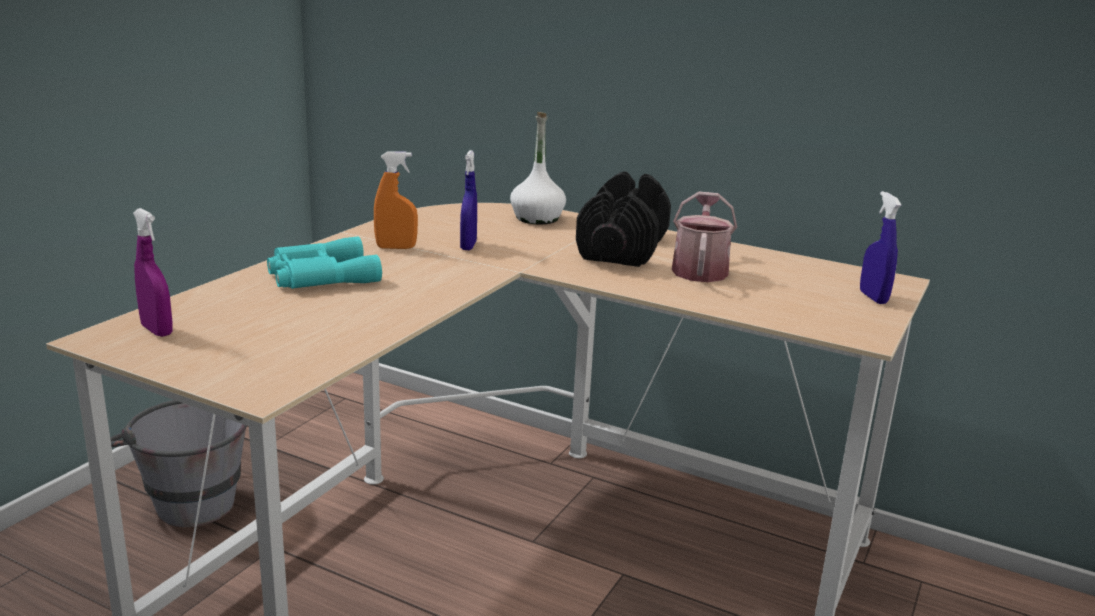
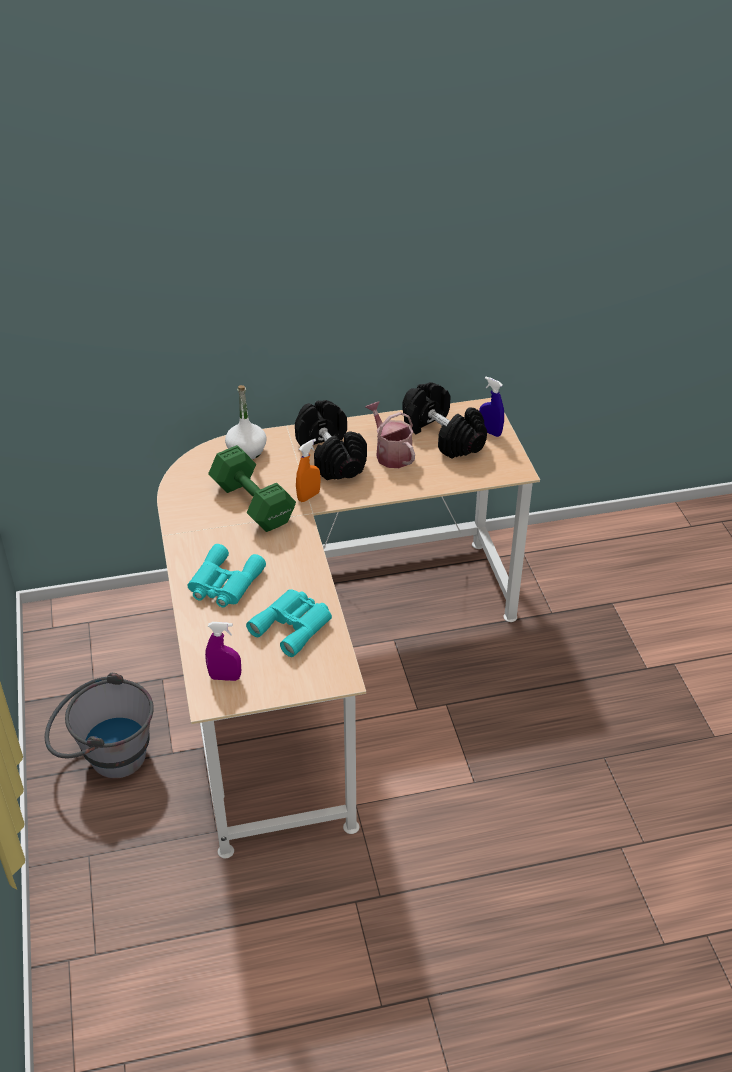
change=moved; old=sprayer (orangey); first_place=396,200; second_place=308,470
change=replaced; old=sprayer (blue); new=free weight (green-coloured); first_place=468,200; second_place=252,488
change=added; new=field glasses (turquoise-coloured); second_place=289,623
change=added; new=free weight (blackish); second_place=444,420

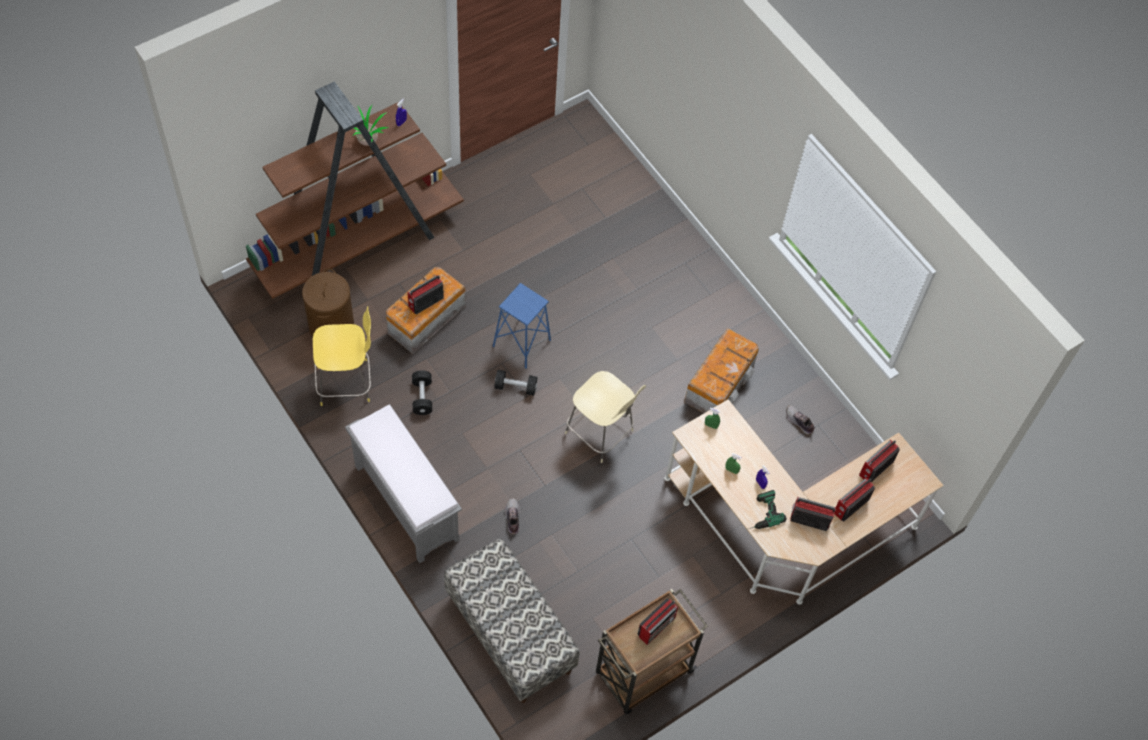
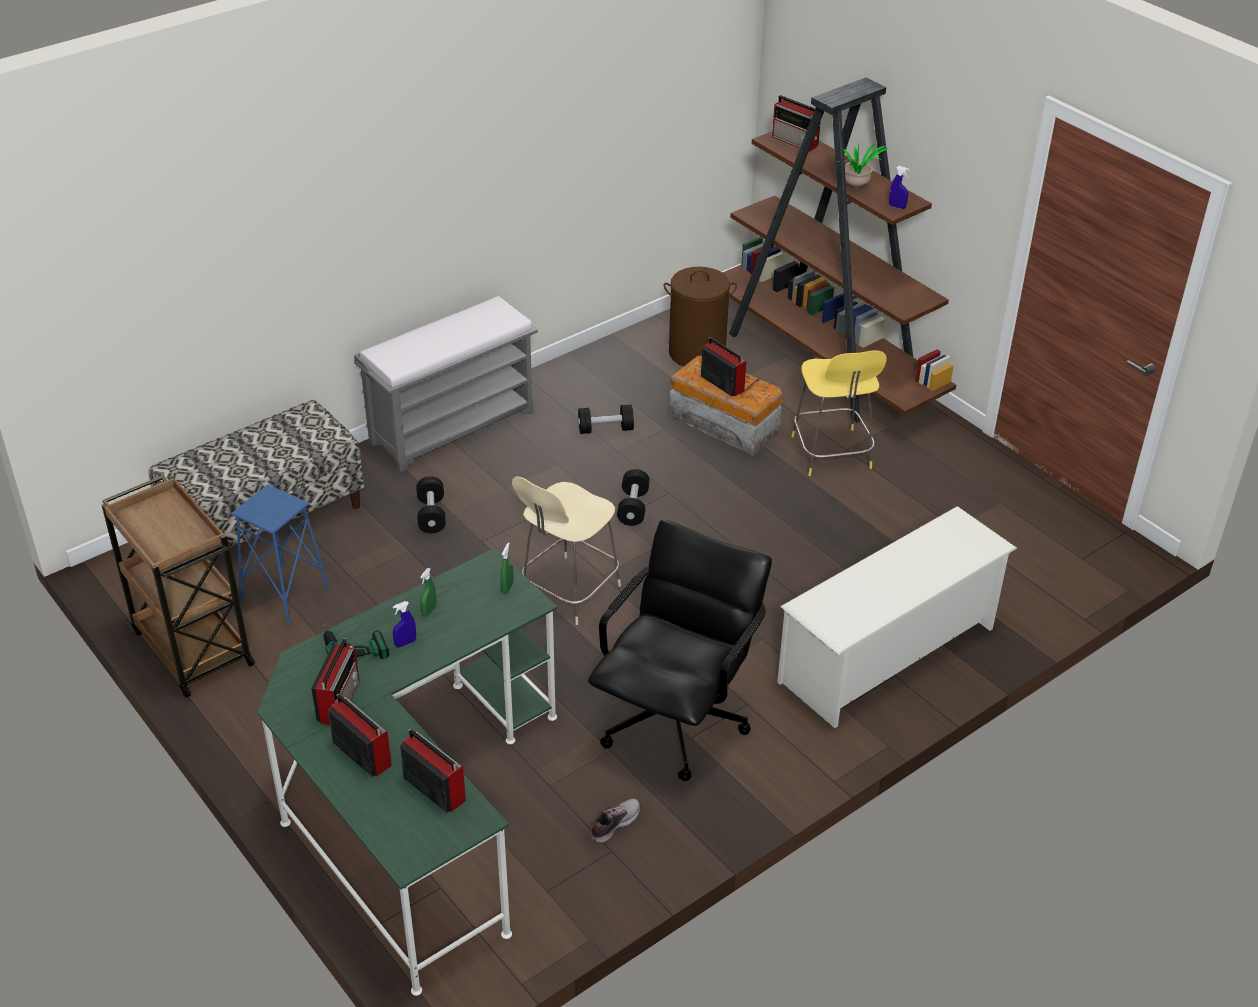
change=moved; old=stool (yellow); first_place=342,356; second_place=839,413
change=moved; old=stool (blue); first_place=522,326; second_place=280,554
change=replaced; old=low shoe; new=free weight (blackish); first_place=512,516; second_place=431,504
change=moved; old=radio receiver; first_place=658,621; second_place=796,123
change=recoloured; old=desk unit (beige-coloured); new=desk unit (green-coloured); first_place=804,502; second_place=407,772
change=replaced; old=storage bin; new=desk chair (blackish); first_place=721,370; second_place=680,650
change=added; new=shoe shelf (white-coloured); second_place=897,617

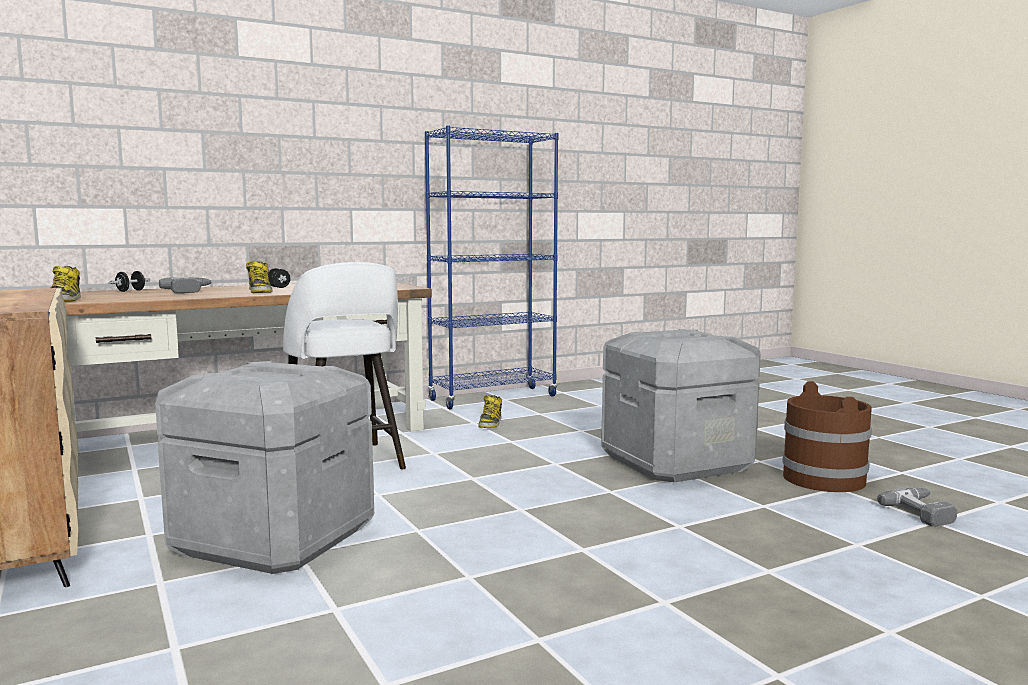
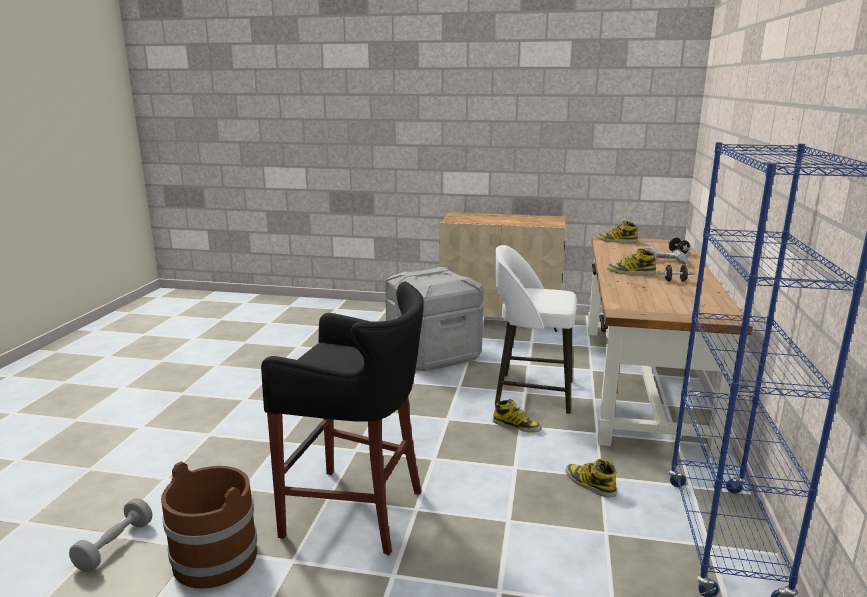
change=replaced; old=storage bin (gray); new=stool (blackish); first_place=681,405; second_place=342,418
change=replaced; old=drill; new=free weight (gray); first_place=917,507; second_place=110,535
change=added; new=high-top boot; second_place=517,416

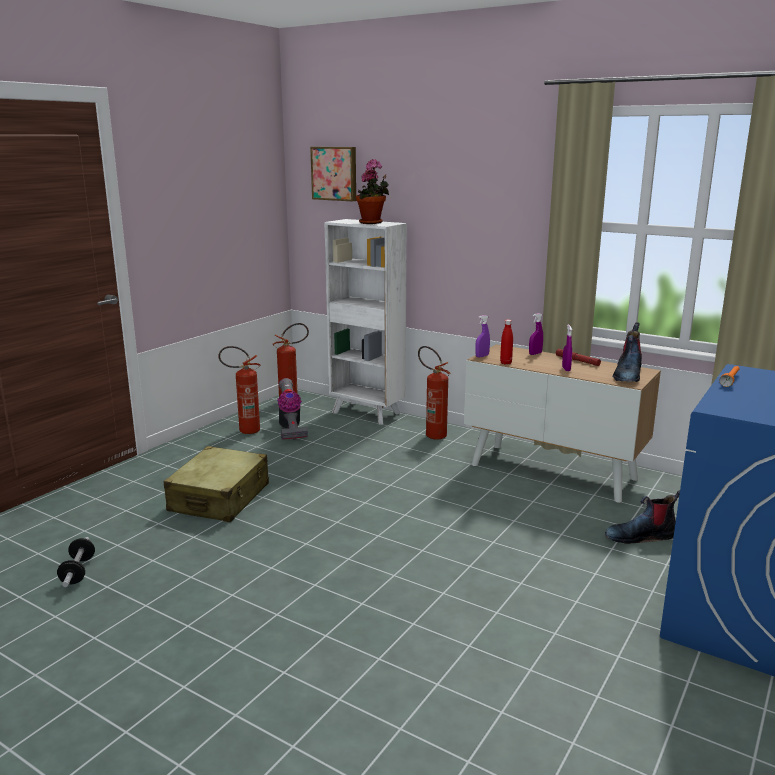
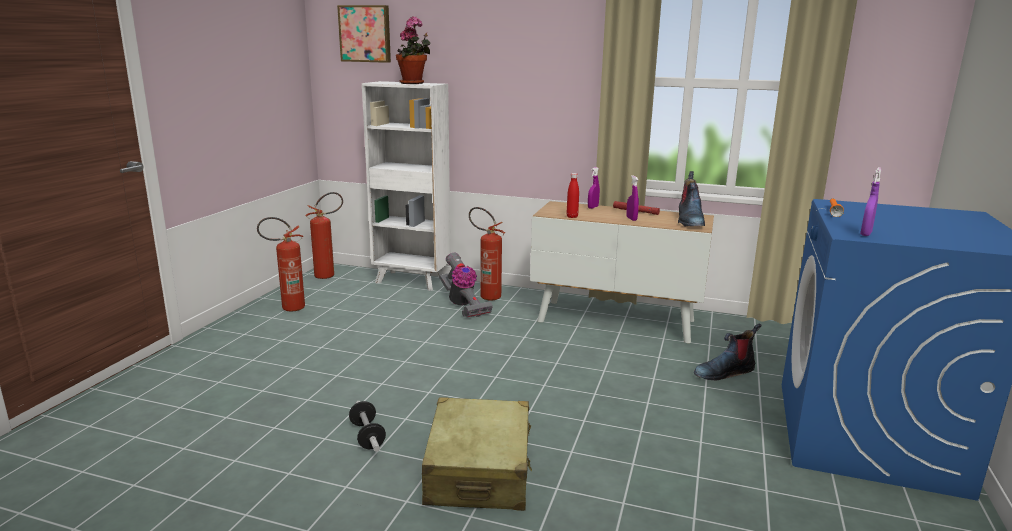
change=moved; old=free weight; first_place=76,562; second_place=367,426
change=moved; old=suitcase (beige-coloured); first_place=216,484; second_place=477,454
change=moved; old=vacuum; first_place=292,409; second_place=466,285
change=moved; old=sprayer (purple-coloured); first_place=482,336; second_place=870,201

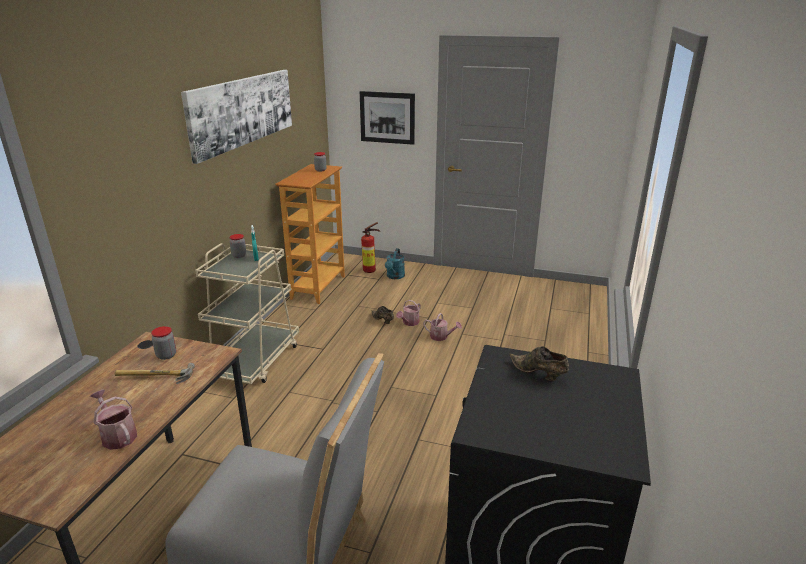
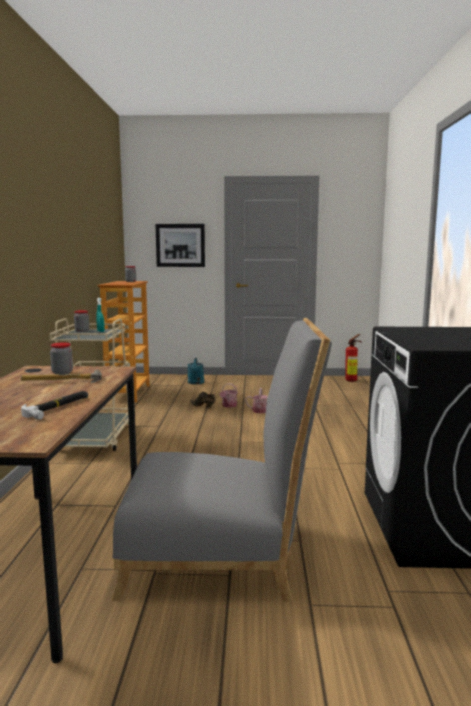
change=replaced; old=sprinkling can; new=hand hammer; first_place=113,420; second_place=54,405
change=removed; old=wall picture; first_place=236,117
change=moved; old=fire-fighting cylinder; first_place=370,247; second_place=353,358
change=removed; old=low shoe (brown-coloured); first_place=539,363

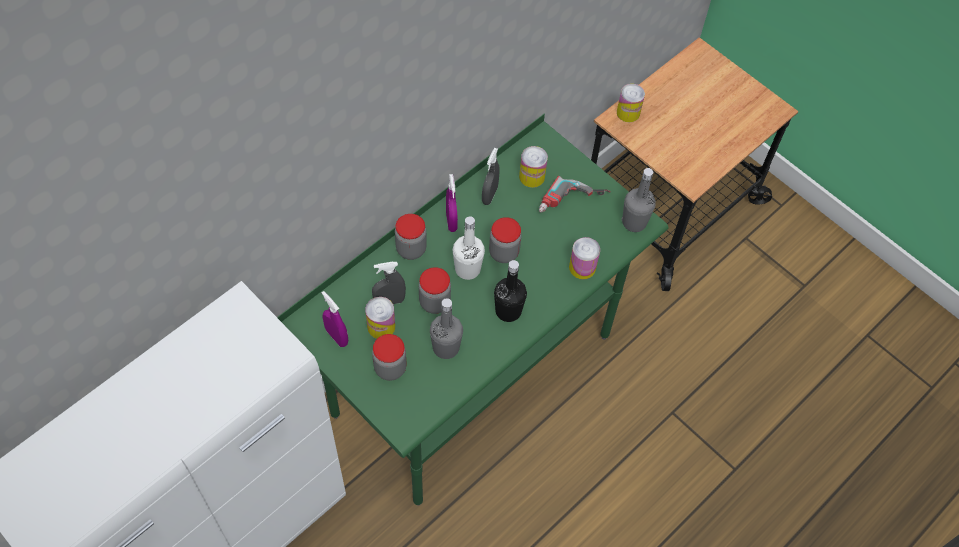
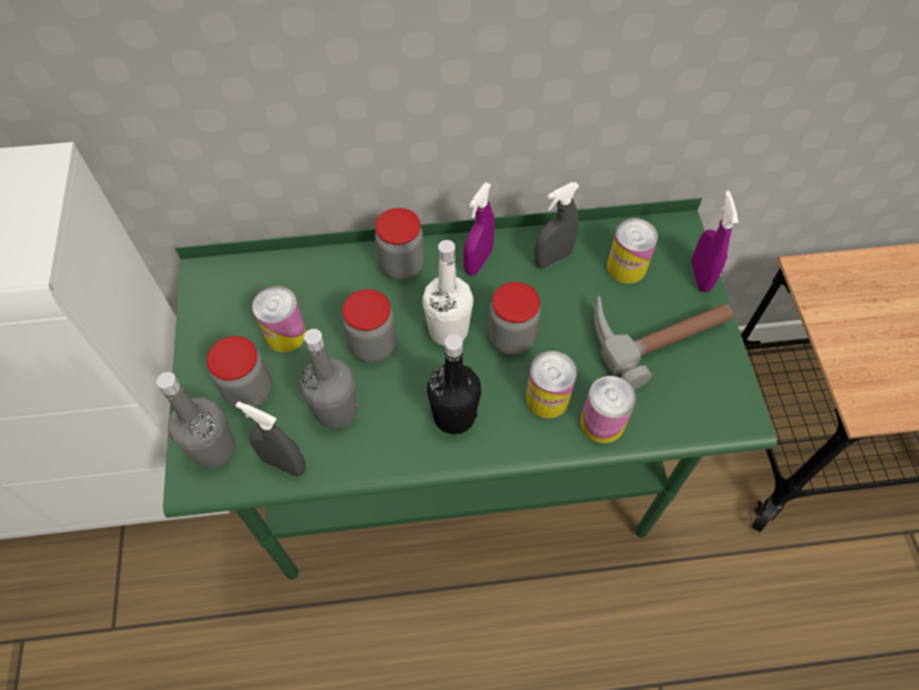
change=moved; old=sprayer (purple-coloured); first_place=335,319; second_place=714,241
change=moved; old=sprayer (gray); first_place=389,283; second_place=271,439
change=replaced; old=drill; new=hand hammer; first_place=574,194; second_place=663,343
change=moved; old=can; first_place=631,103; second_place=551,384
change=moved; old=bottle (gray); first_place=639,200; second_place=196,420

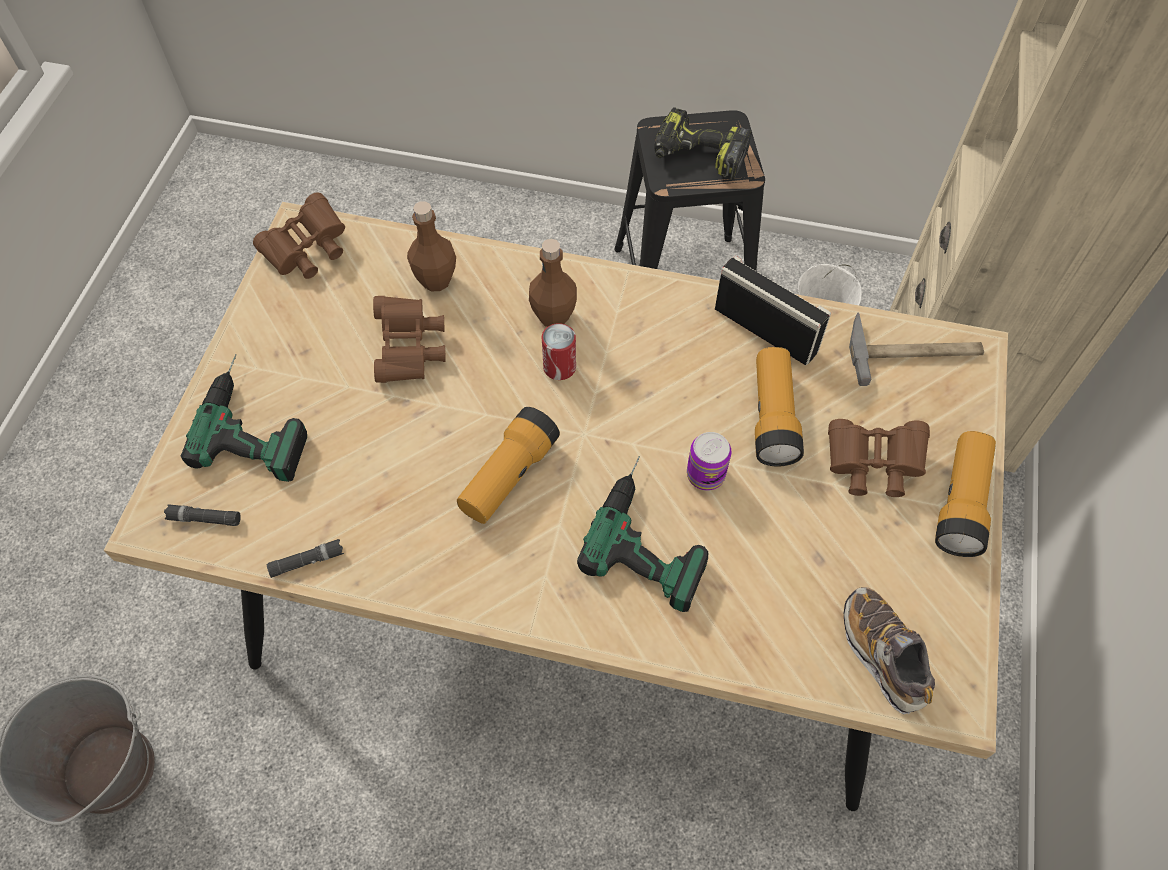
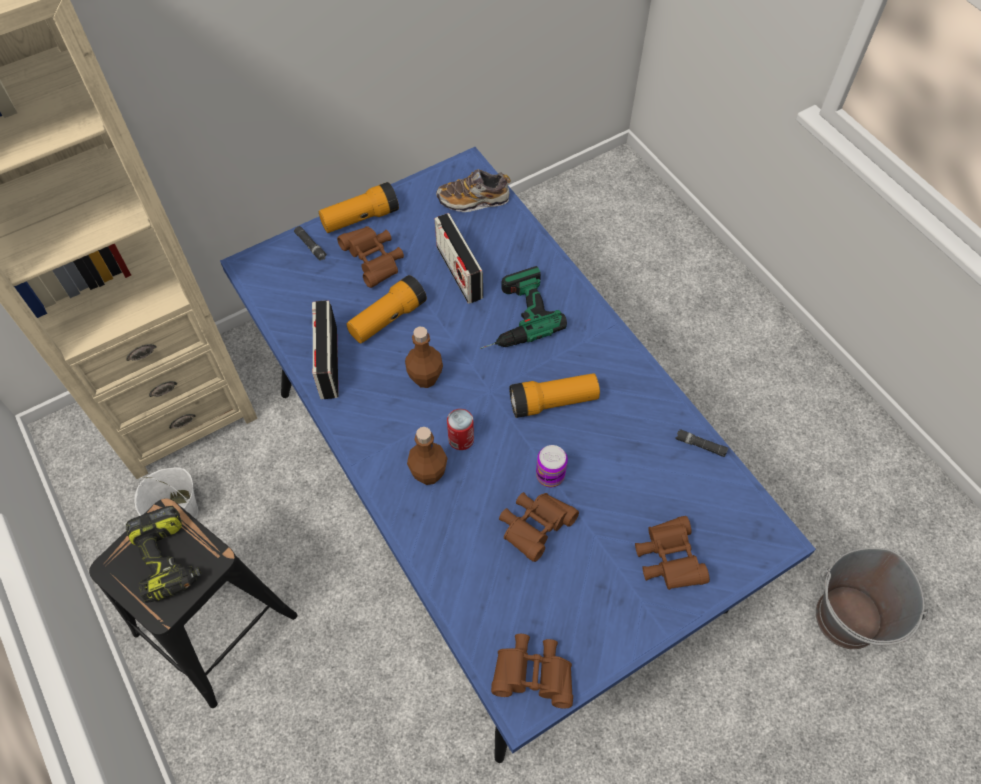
change=recoloured; old=kitchen table (beige-coloured); new=kitchen table (blue); first_place=556,506; second_place=518,455
change=moved; old=hand torch (blackish); first_place=202,515; second_place=310,243
change=replaced; old=drill; new=field glasses (brown-coloured); first_place=244,418; second_place=672,553
change=moved; old=bottle (brown-coloured); first_place=431,246; second_place=424,357
change=moved; old=can; first_place=709,461; second_place=552,466
change=turned; old=low shoe; first_place=889,650; second_place=473,190; degrees=60
change=removed; old=hand hammer; first_place=916,349
change=added; new=radio receiver; second_place=459,258

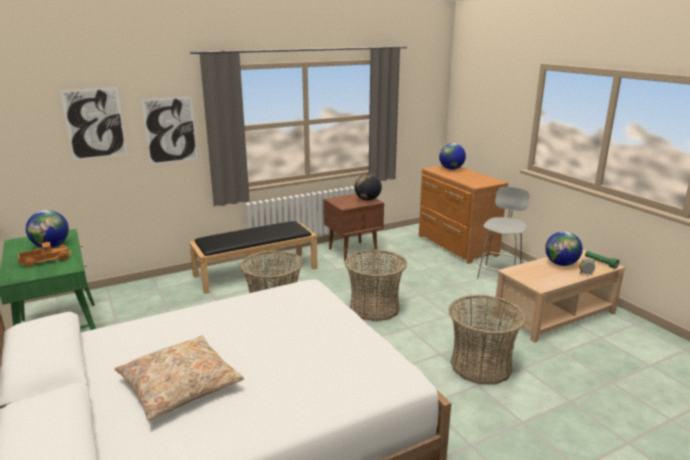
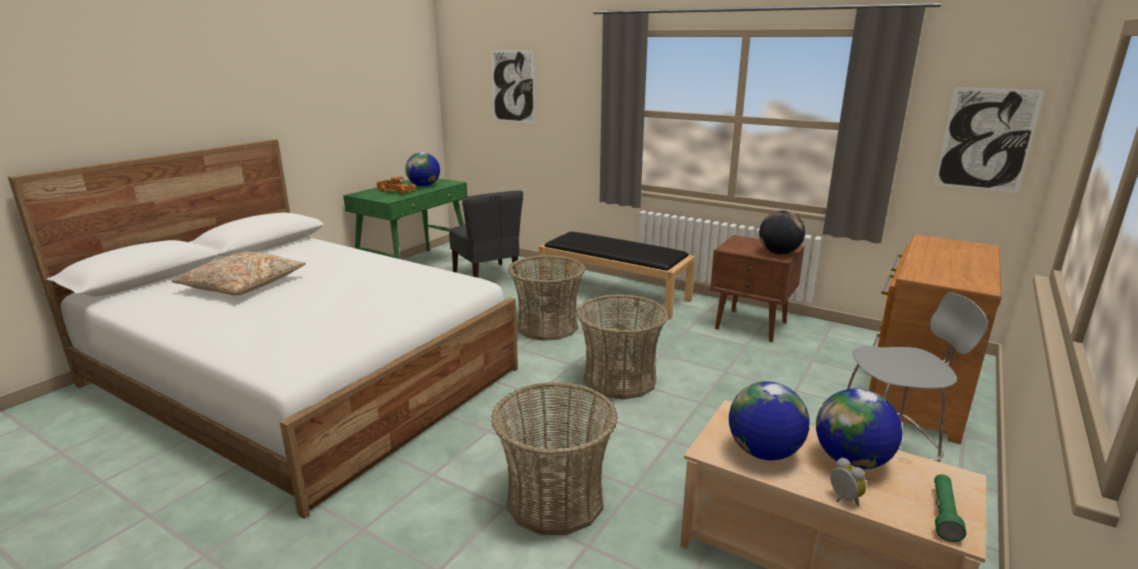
change=moved; old=wall picture; first_place=169,130; second_place=989,140
change=moved; old=globe; first_place=452,156; second_place=769,420
change=added; new=upright chair (gray); second_place=486,234

